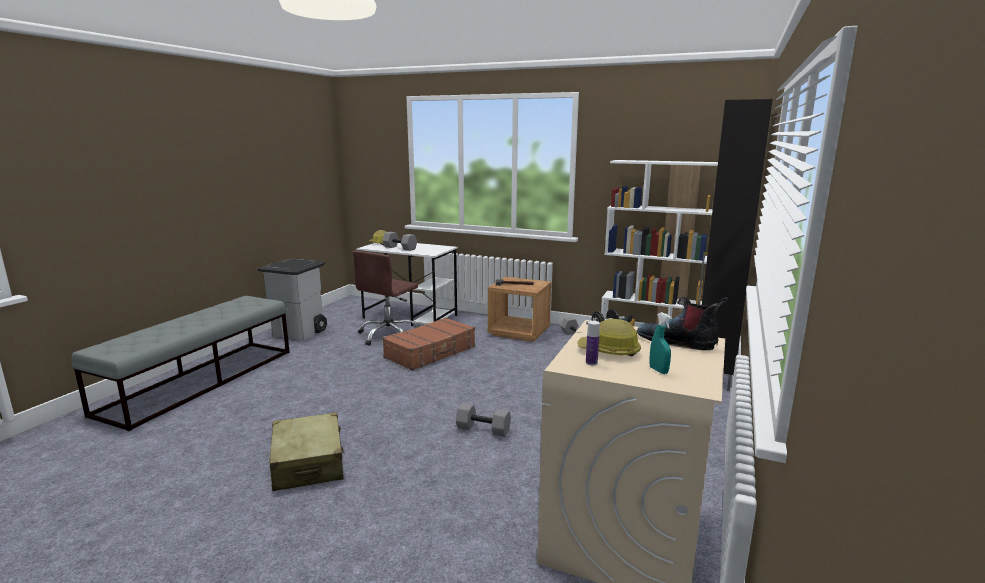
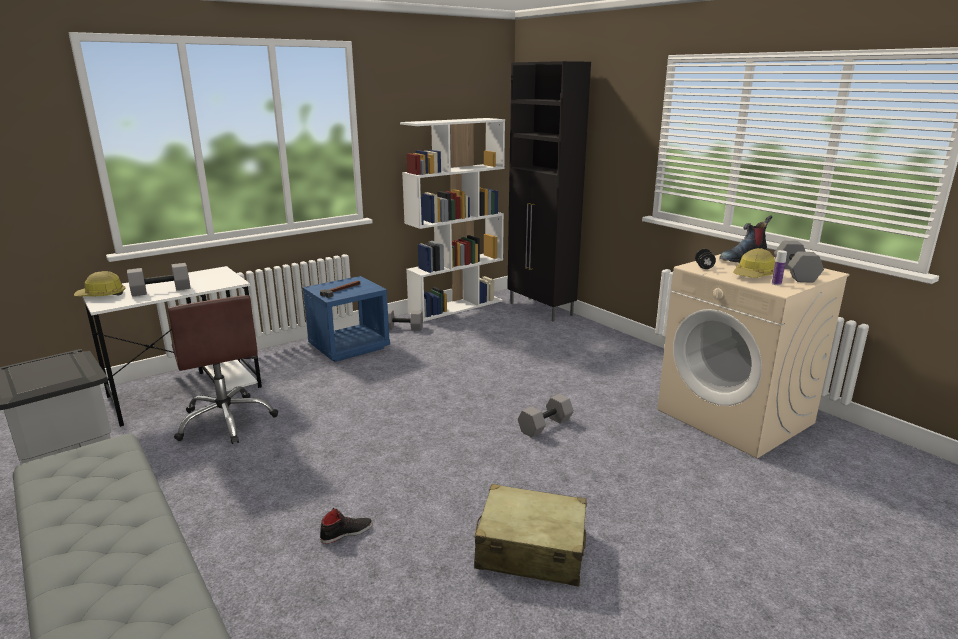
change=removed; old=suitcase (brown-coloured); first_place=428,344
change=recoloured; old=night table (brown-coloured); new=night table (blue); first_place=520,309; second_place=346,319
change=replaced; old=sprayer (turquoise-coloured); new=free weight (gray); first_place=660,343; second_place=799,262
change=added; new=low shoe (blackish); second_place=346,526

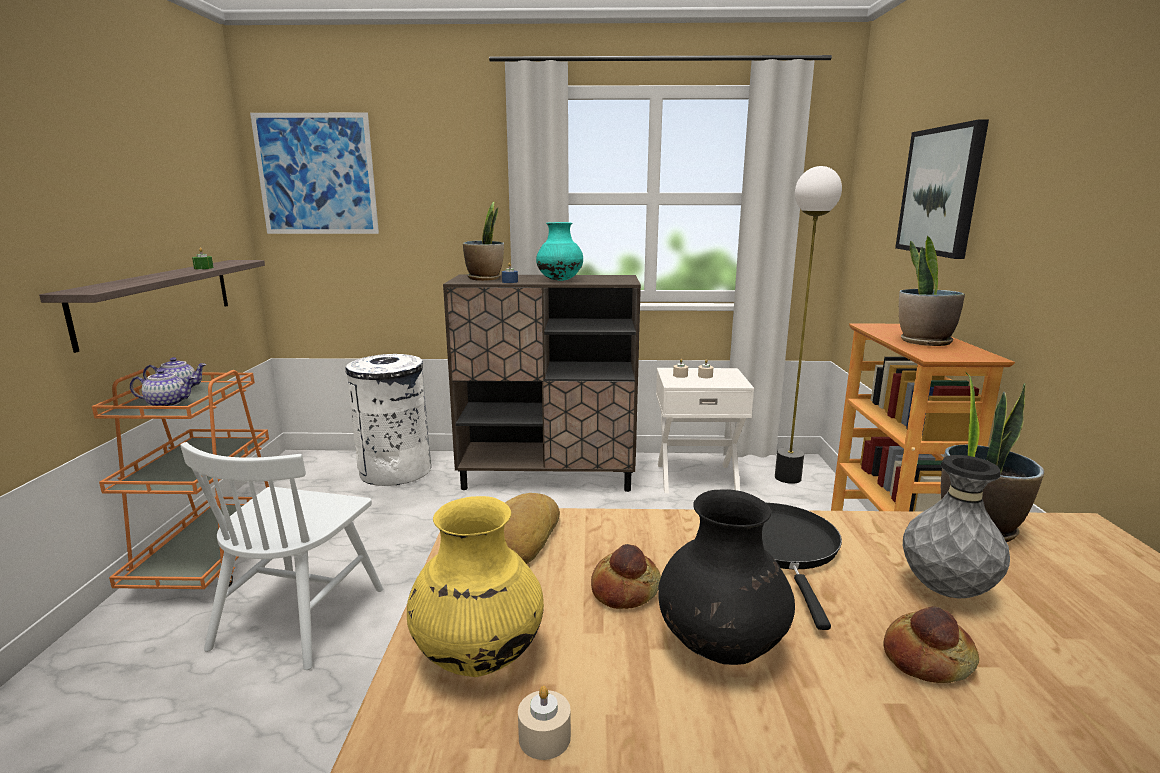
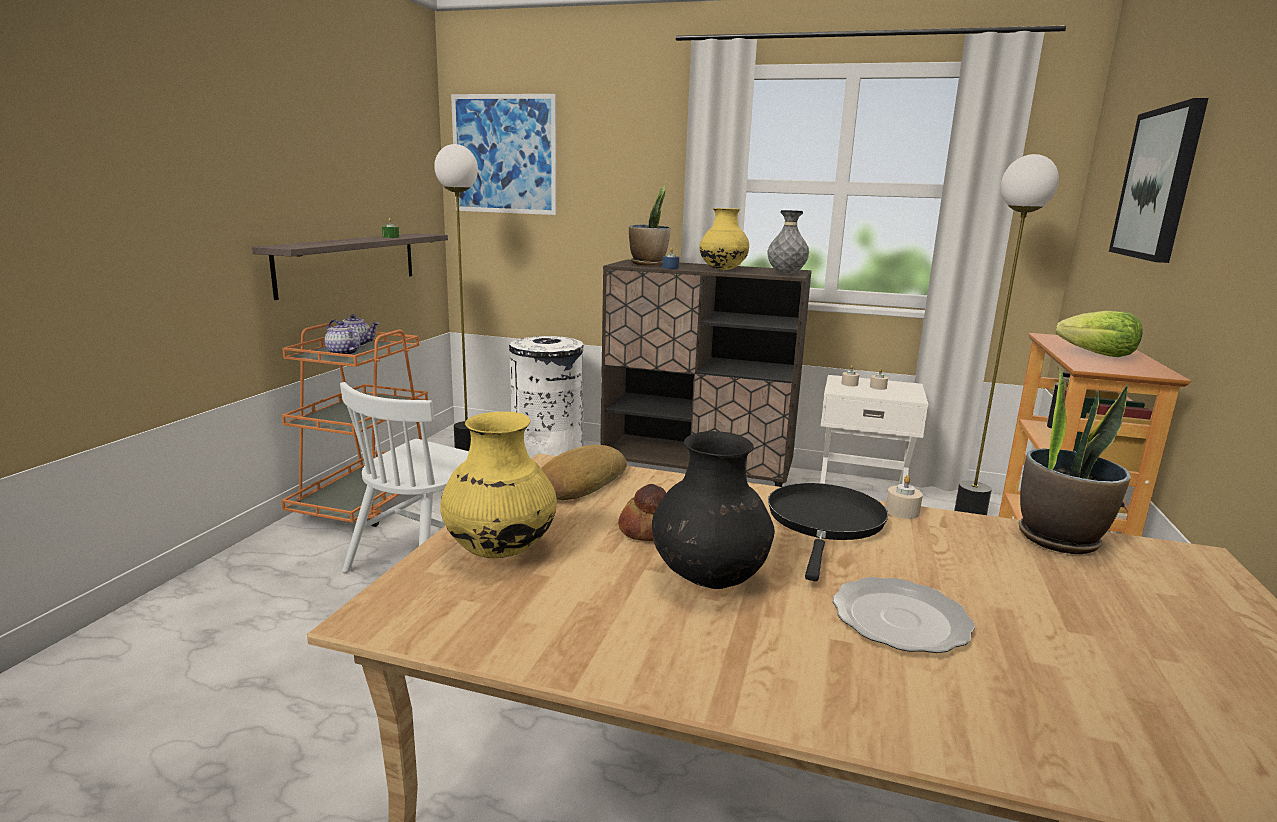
change=turned; old=pot for tea; first_place=162,387; second_place=342,338; degrees=-150
change=moved; old=candle (beige-coloured); first_place=544,723; second_place=904,497
change=recoloured; old=flower vase (turquoise-coloured); new=flower vase (yellow); first_place=559,251; second_place=724,239
change=replaced; old=baked bread; new=dinner plate; first_place=931,644; second_place=904,615
change=replaced; old=potted plant; new=lettuce; first_place=932,291; second_place=1099,334
change=moved; old=flower vase (gray); first_place=956,526; second_place=788,242
change=added; new=floor lamp; second_place=456,297

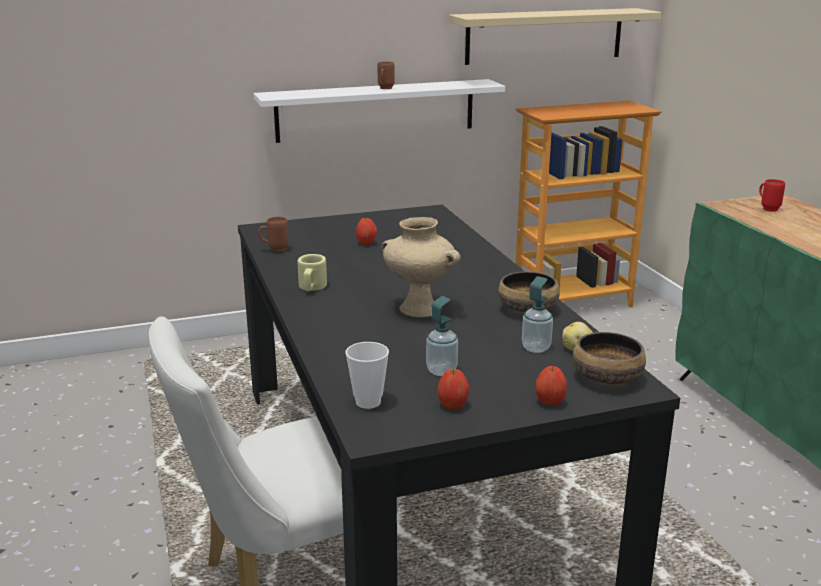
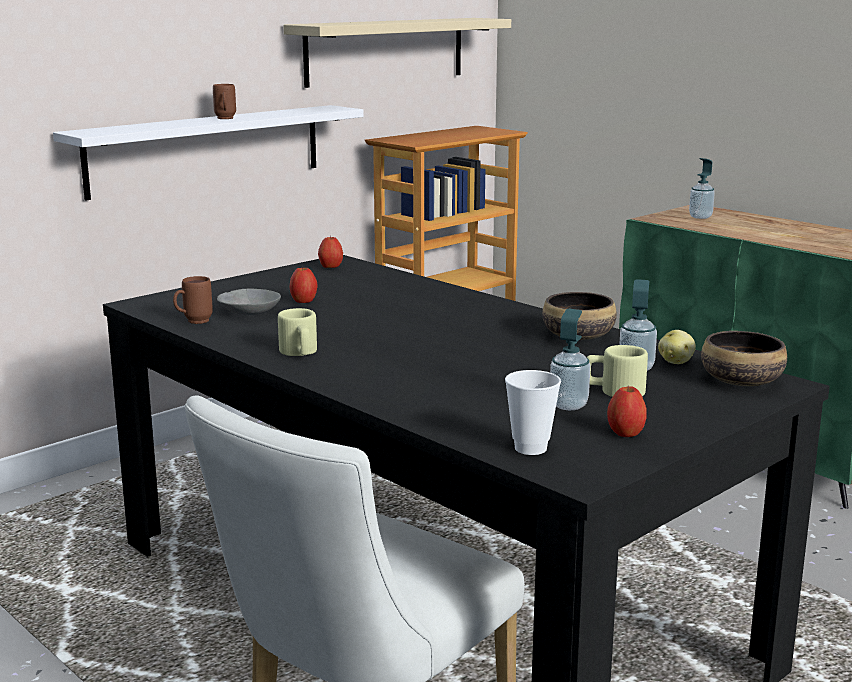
change=removed; old=flower vase (beige-coloured); first_place=421,267
change=moved; old=whole apple; first_place=551,385; second_place=330,252
change=replaced; old=mug (reddish); new=soap bottle; first_place=772,195; second_place=702,188
change=added; new=deep dish (gray); second_place=249,301
change=added; new=mug (beige-coloured); second_place=617,371

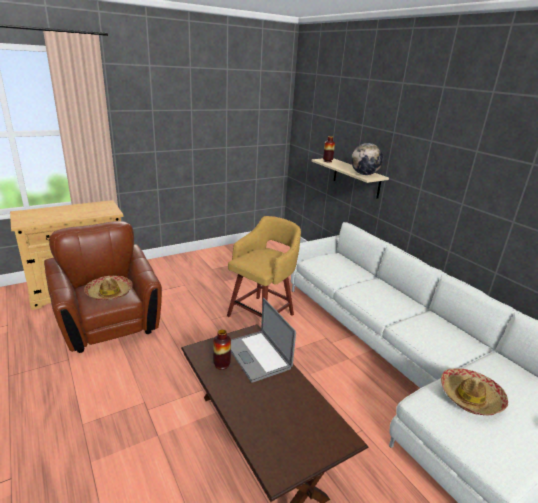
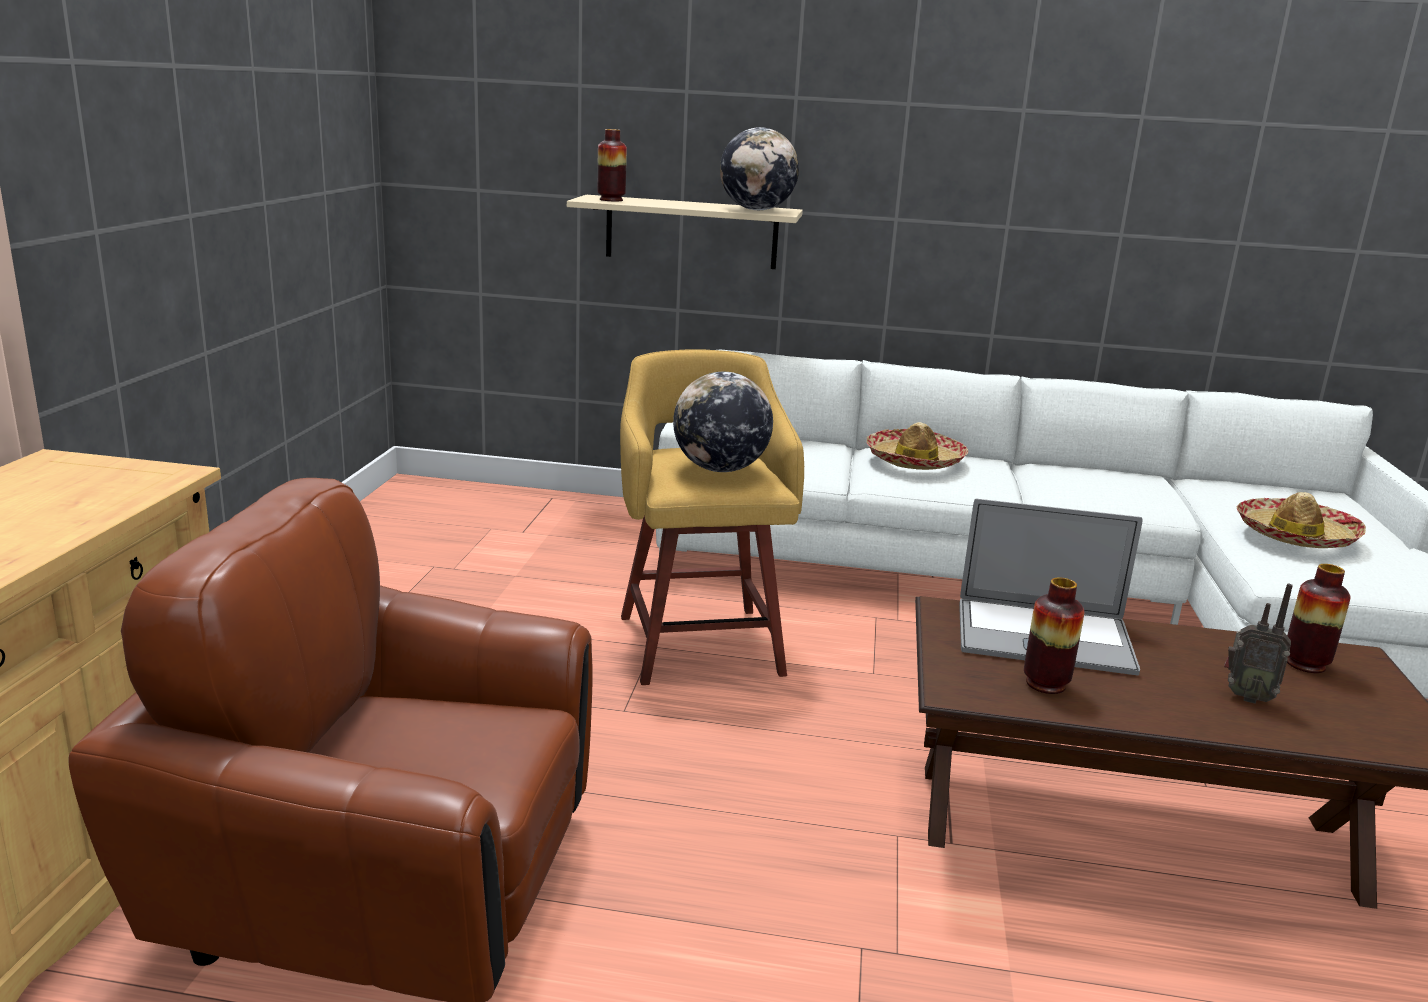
change=moved; old=wearable hat; first_place=108,288; second_place=917,446
change=added; new=globe; second_place=723,422
change=added; new=radio receiver; second_place=1258,644
change=added; new=flower vase; second_place=1319,618

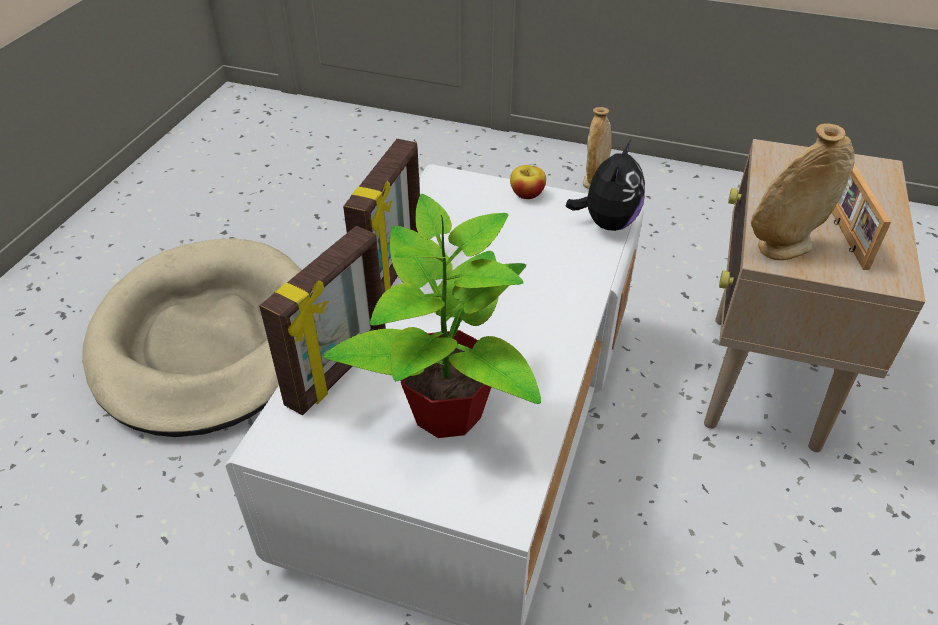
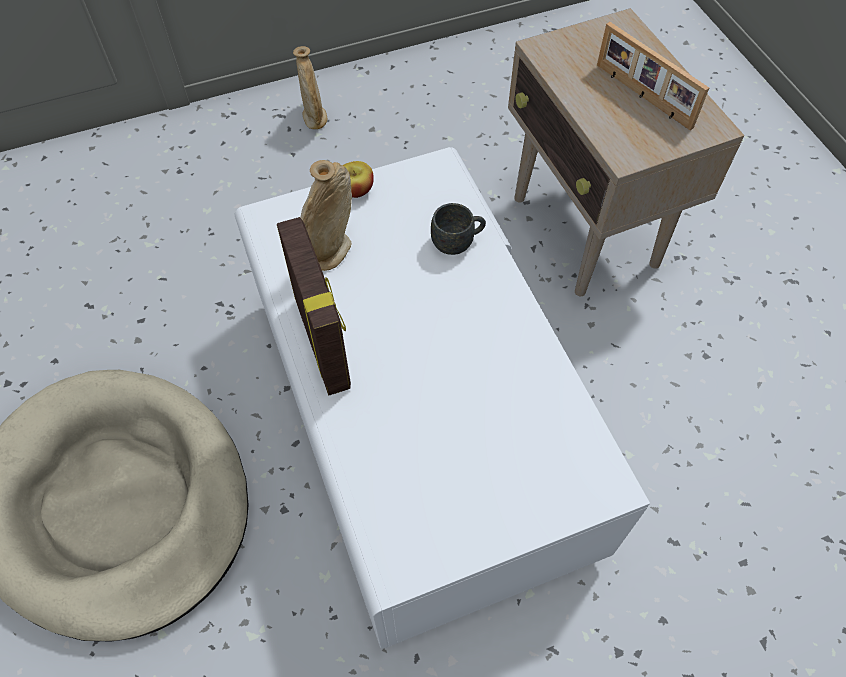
change=removed; old=photo frame; first_place=322,320
change=removed; old=potted plant; first_place=432,316
change=removed; old=plush toy; first_place=605,185
change=moved; old=flower vase (beige-coloured); first_place=803,191; second_place=326,215
change=added; new=mug (gray); second_place=458,229

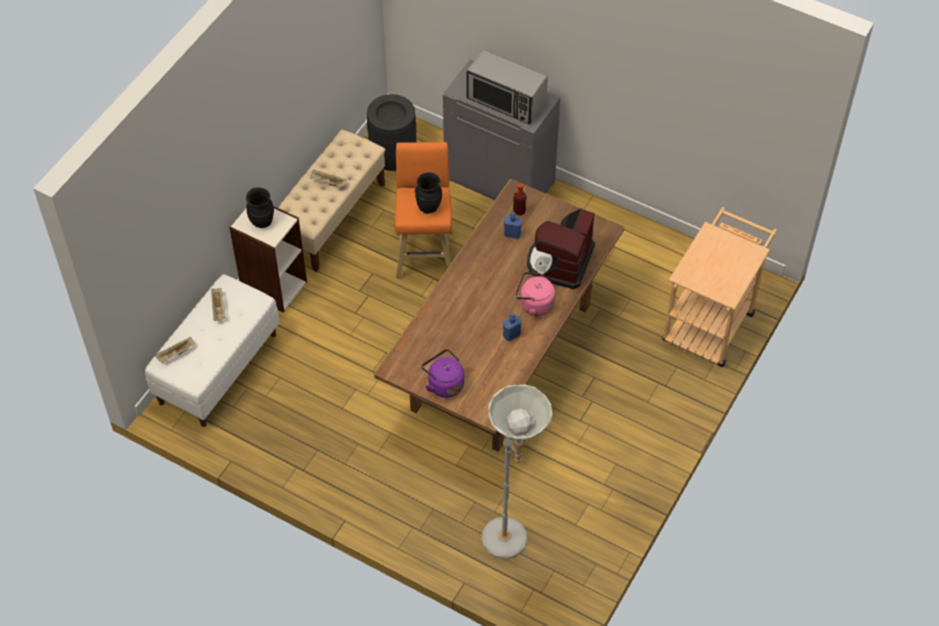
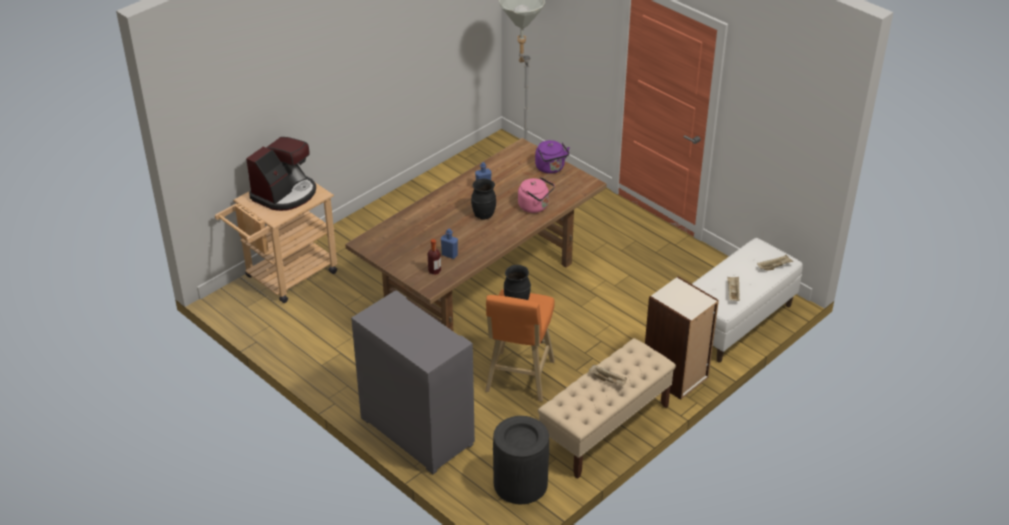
change=moved; old=flower vase (blackish); first_place=260,207; second_place=483,199
change=removed; old=microwave; first_place=507,87
change=moved; old=water kettle (pink-coloured); first_place=535,294; second_place=536,195
change=moved; old=coffee brewer; first_place=561,248; second_place=281,174

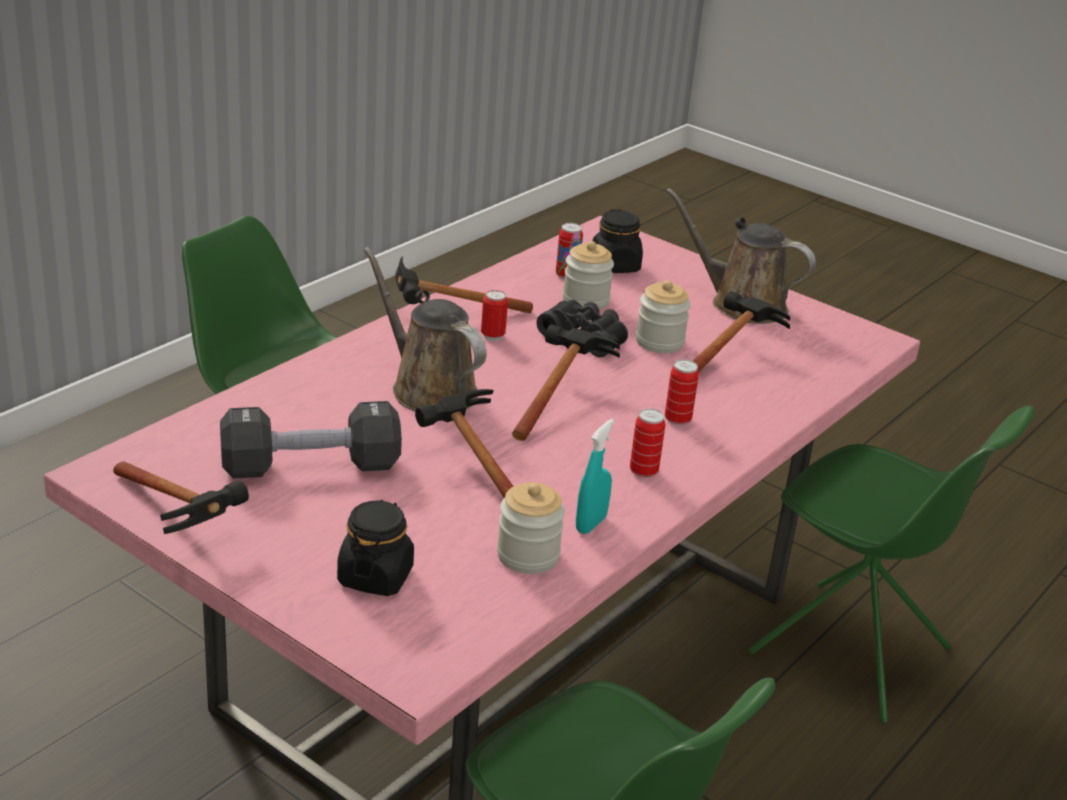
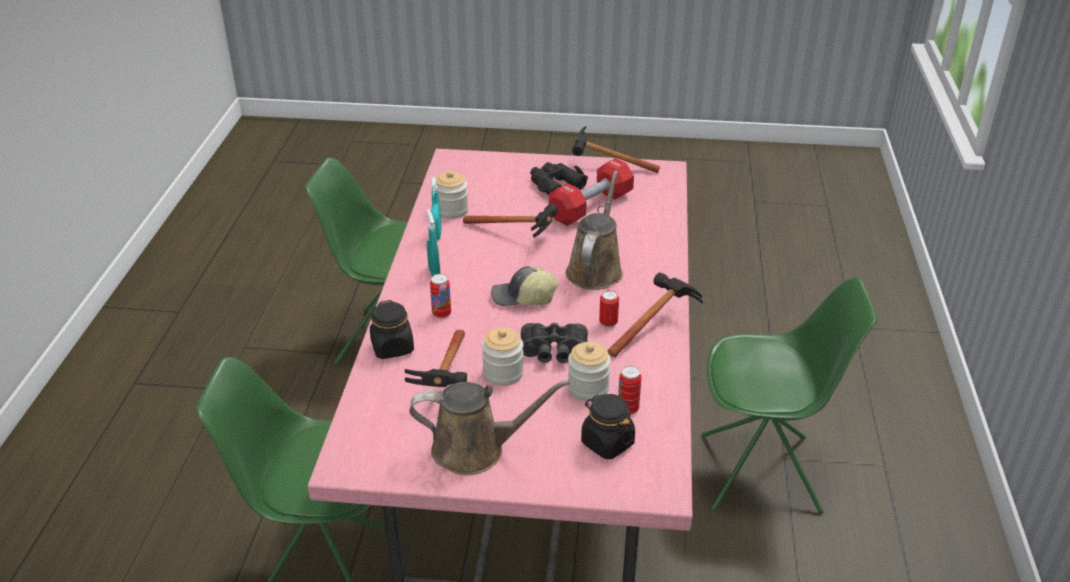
change=recoloured; old=free weight (blackish); new=free weight (reddish); first_place=311,440; second_place=591,192
change=moved; old=storage jar (blackish); first_place=375,548; second_place=392,329
change=turned; old=sprinkling can (brown-coloured); first_place=425,329; second_place=594,230; degrees=-90
change=replaced; old=hand hammer; new=cap; first_place=566,383; second_place=525,286
change=replaced; old=can; new=sprayer (turquoise-coloured); first_place=647,443; second_place=433,242
change=added; new=field glasses (blackish); second_place=559,178

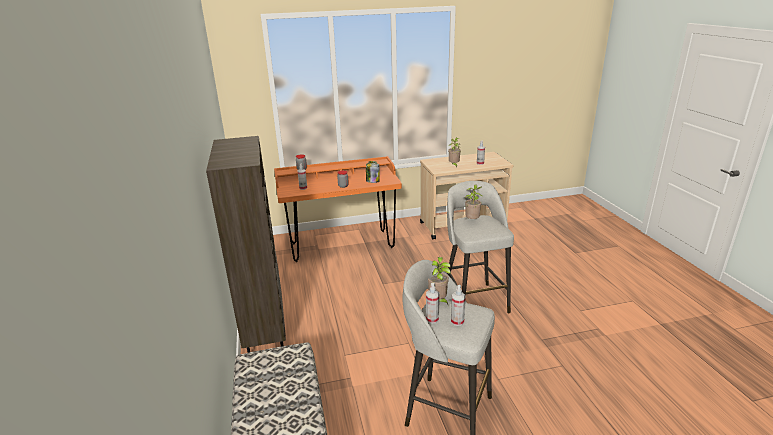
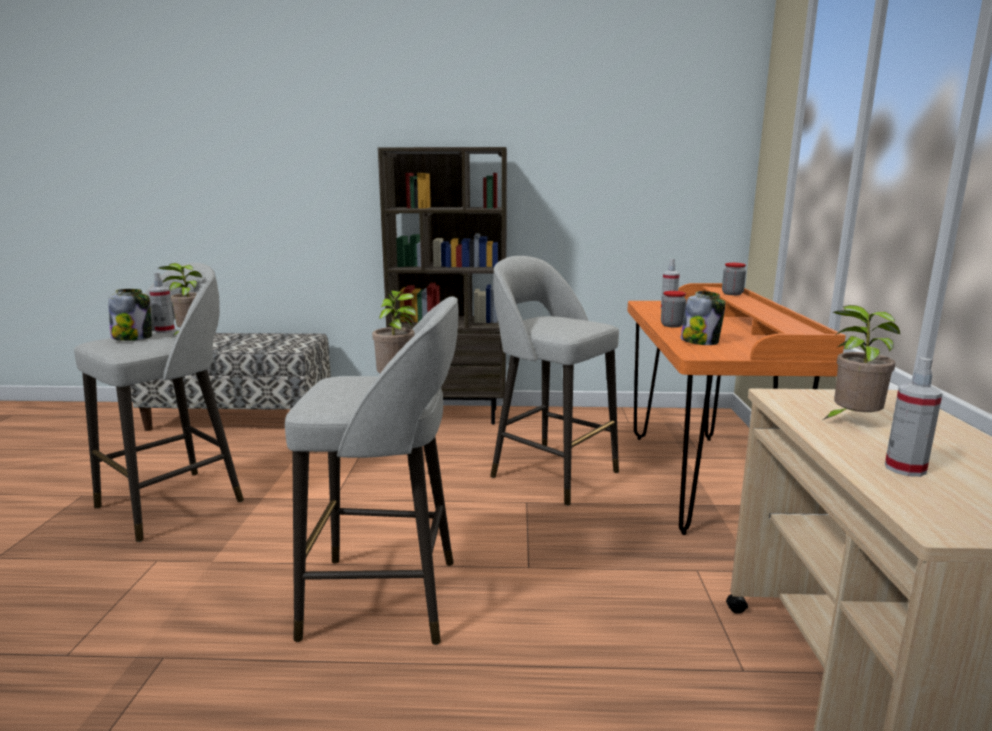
change=replaced; old=sprayer; new=storage jar; first_place=458,305; second_place=130,315
change=added; new=stool (gray); second_place=554,381

